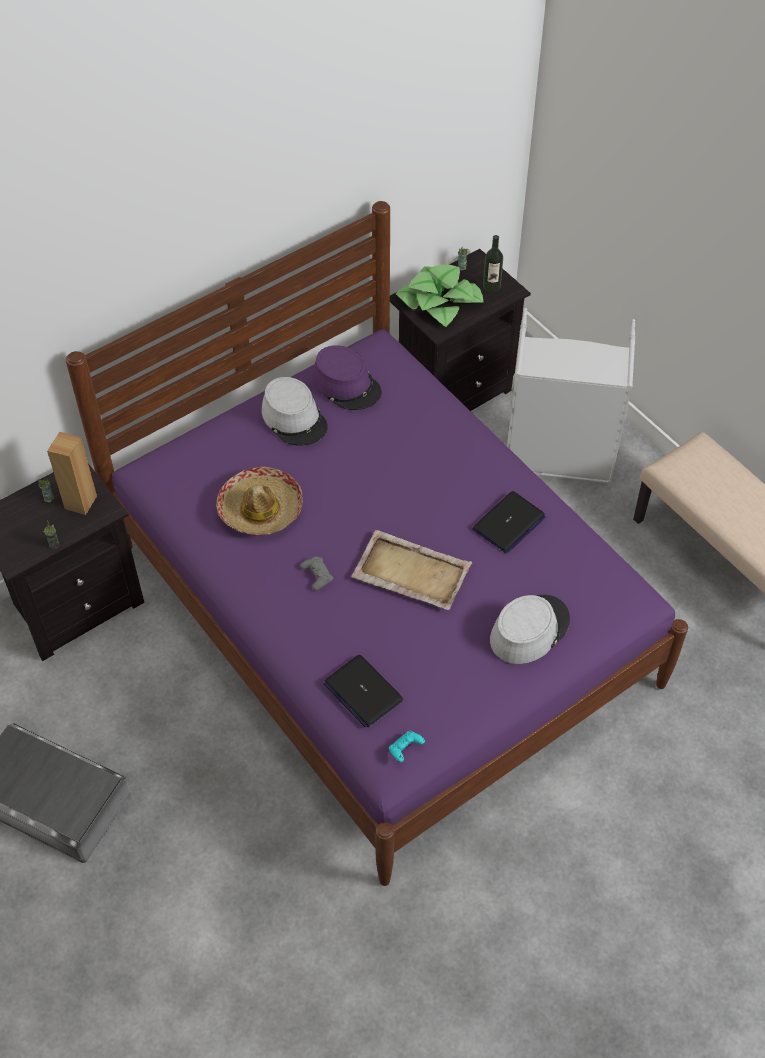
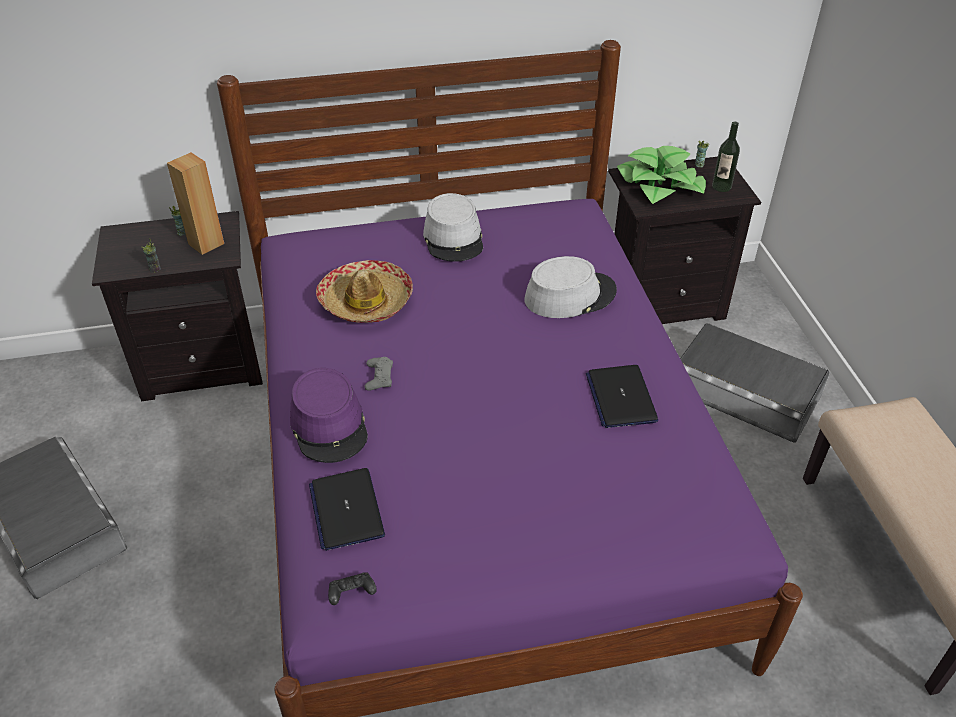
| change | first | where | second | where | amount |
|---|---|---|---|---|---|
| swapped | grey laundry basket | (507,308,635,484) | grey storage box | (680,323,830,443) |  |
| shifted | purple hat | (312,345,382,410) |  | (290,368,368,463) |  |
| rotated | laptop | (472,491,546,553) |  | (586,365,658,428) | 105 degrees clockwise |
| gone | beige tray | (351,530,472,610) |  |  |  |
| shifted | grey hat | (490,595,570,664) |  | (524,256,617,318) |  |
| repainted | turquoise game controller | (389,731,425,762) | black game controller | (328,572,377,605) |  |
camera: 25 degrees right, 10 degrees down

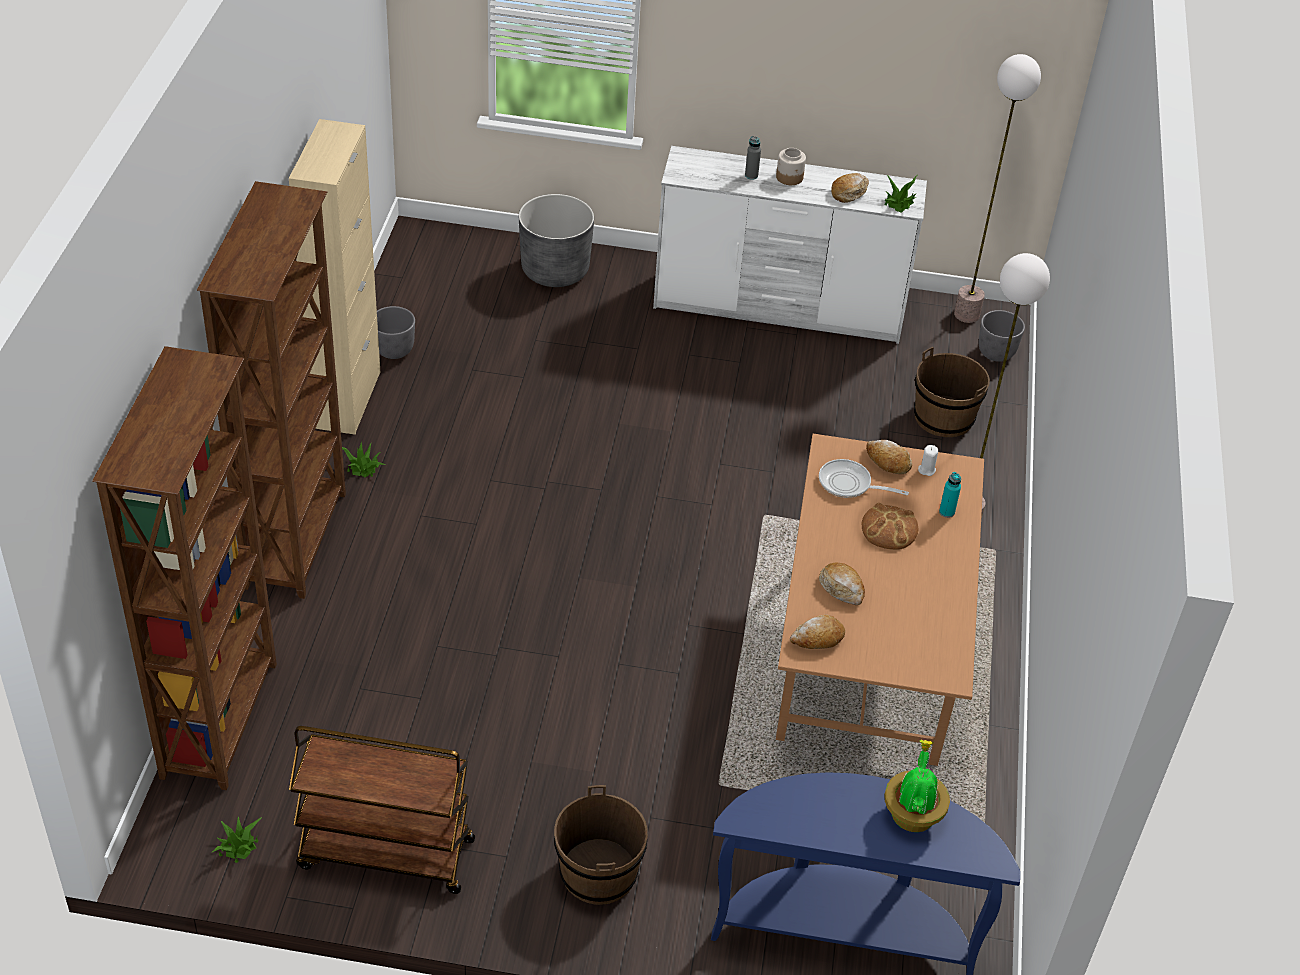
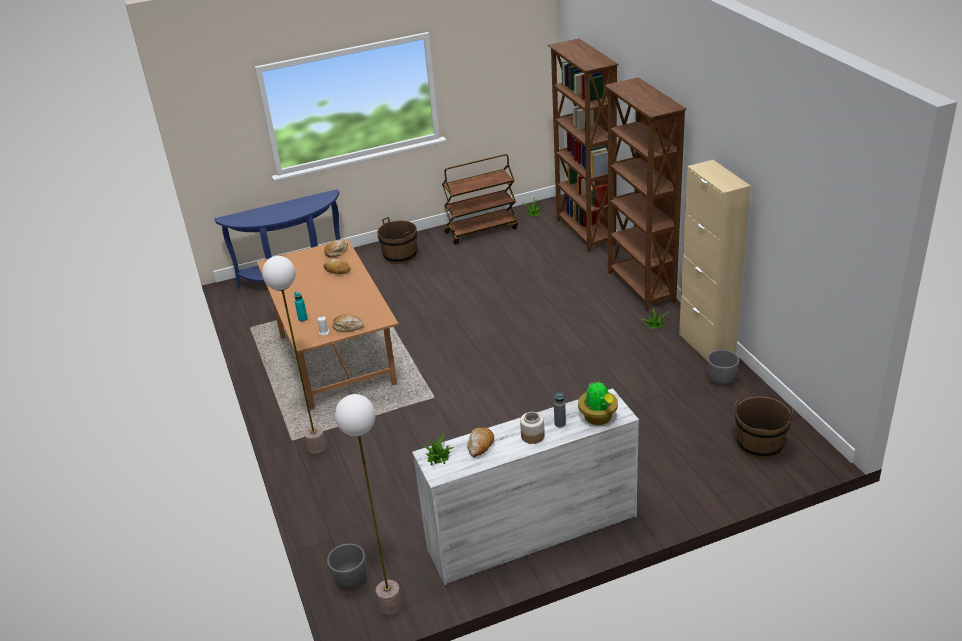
| change | first | where | second | where | amount |
|---|---|---|---|---|---|
| gone | grey planter | (519,194,594,287) |  |  |  |
| shifted | brown bucket | (914,347,990,437) |  | (735,396,793,459) |  |
| gone | frying pan | (819,459,909,498) |  |  |  |
| gone | bread | (862,503,918,550) |  |  |  |
| shifted | potted plant | (884,740,950,832) |  | (578,379,618,425) |  |
camera: 155 degrees right, 10 degrees down

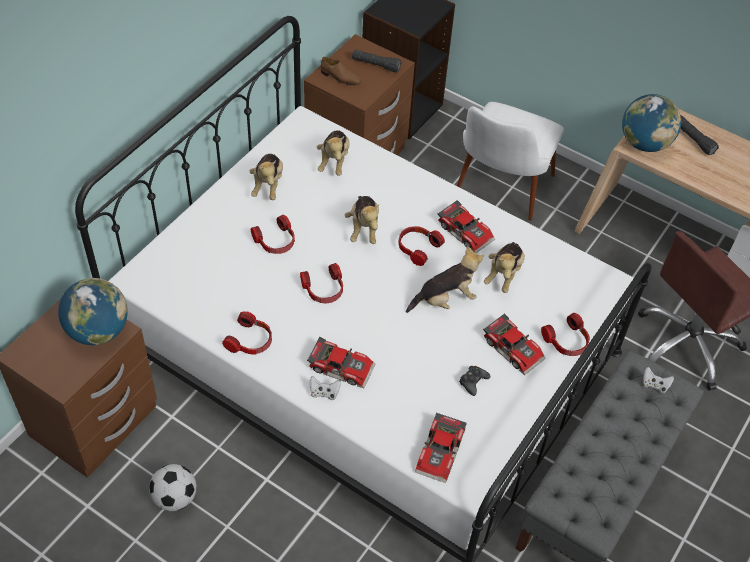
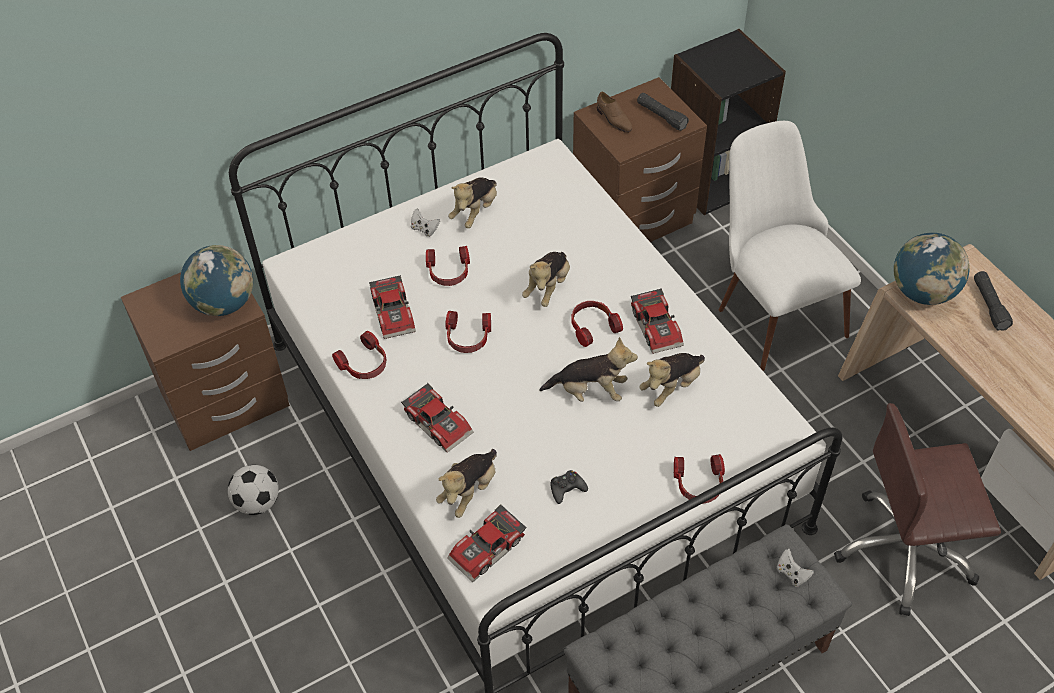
| change | first | where | second | where | amount |
|---|---|---|---|---|---|
| rotated | white chair | (457,102,564,221) |  | (719,121,861,371) | 105 degrees clockwise |
| shifted | plush toy | (317,130,350,176) |  | (436,449,497,518) |  |
| shifted | toy car | (483,313,546,375) |  | (369,275,416,339) |  |
| shifted | white game controller | (310,376,341,400) |  | (411,208,440,237) |  |
camera: 30 degrees right, 0 degrees up

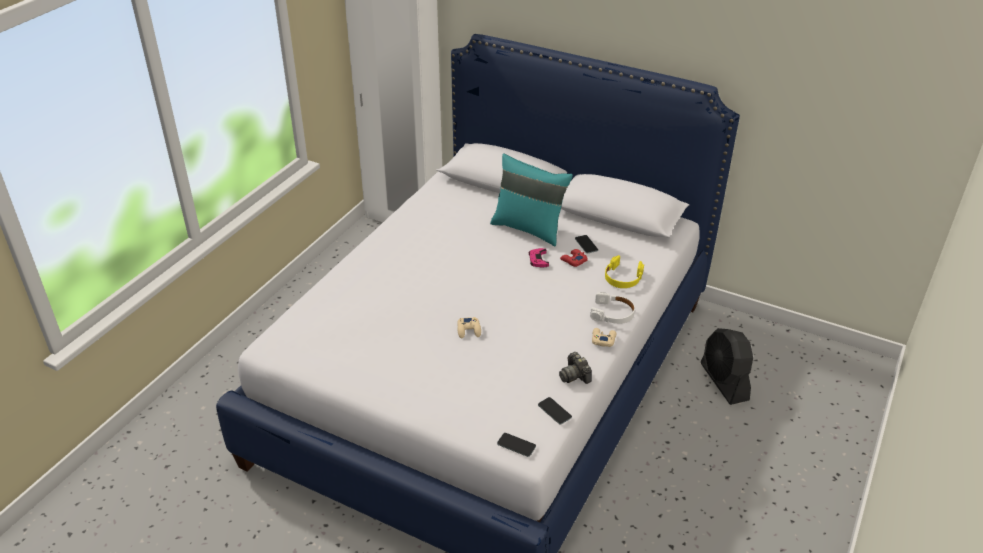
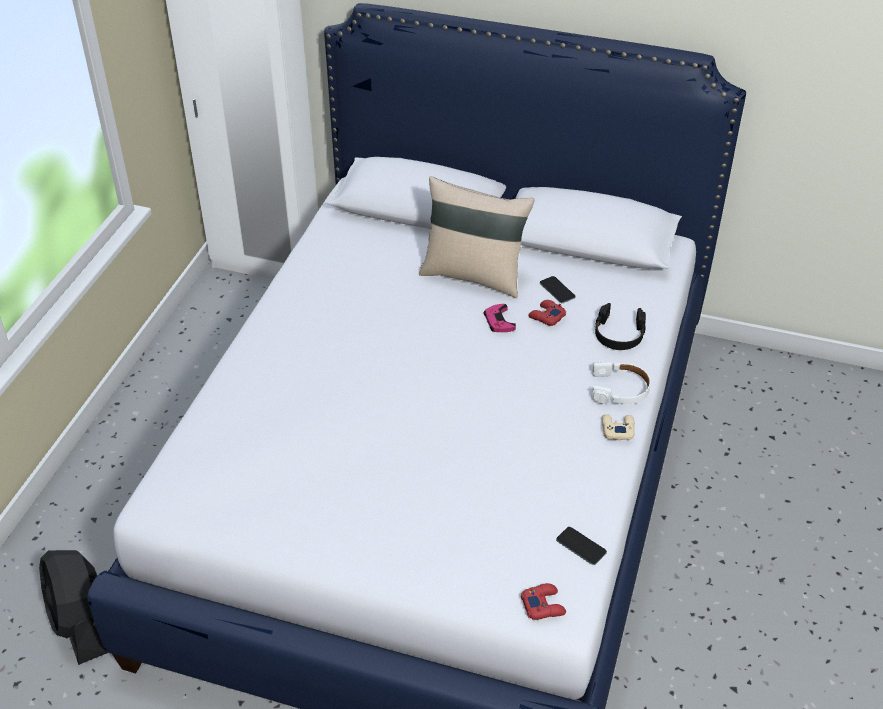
| change | first | where | second | where | amount |
|---|---|---|---|---|---|
| repainted | turquoise pillow | (490,153,573,246) | beige pillow | (419,176,534,298) |  |
| repainted | yellow headphones | (605,255,644,288) | black headphones | (595,303,646,350) |  |
| gone | beige game controller | (457,317,481,338) |  |  |  |
| shifted | black fan | (701,328,753,405) |  | (39,550,108,665) |  |
| gone | photo camera | (559,352,592,384) |  |  |  |
| swapped | phone | (497,433,536,457) | red game controller | (521,583,566,620) |  |
camera: 10 degrees left, 5 degrees up

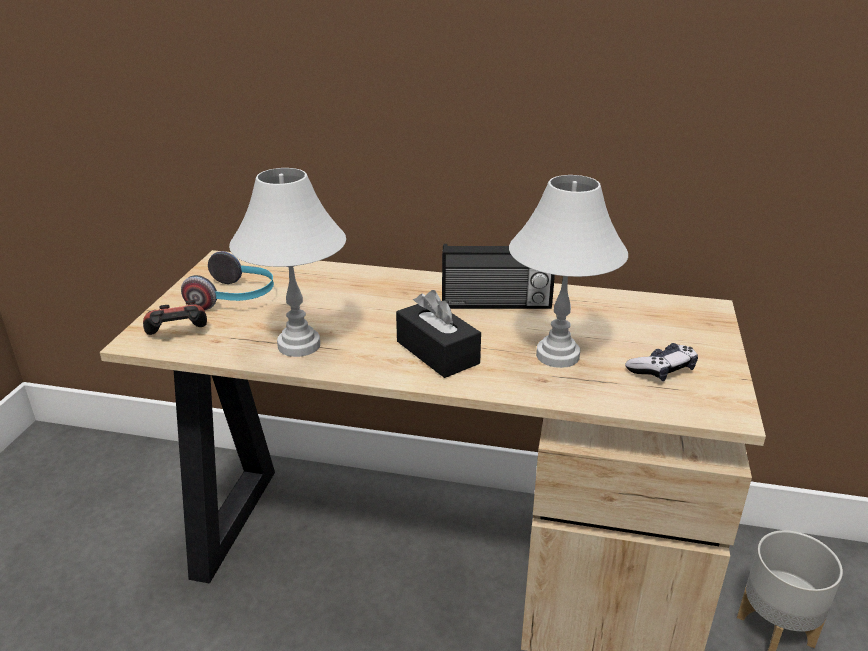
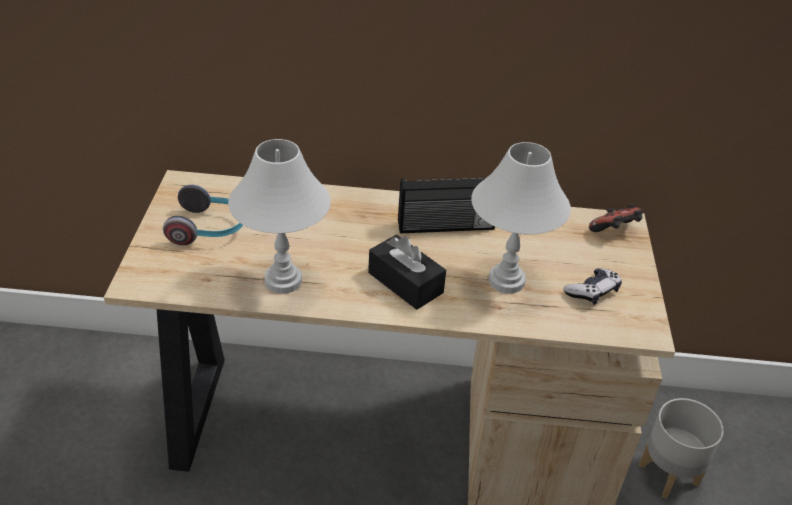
| change | first | where | second | where | amount |
|---|---|---|---|---|---|
| shifted | game controller | (143,300,207,335) |  | (589,203,642,232) |  |
camera: 10 degrees left, 10 degrees up

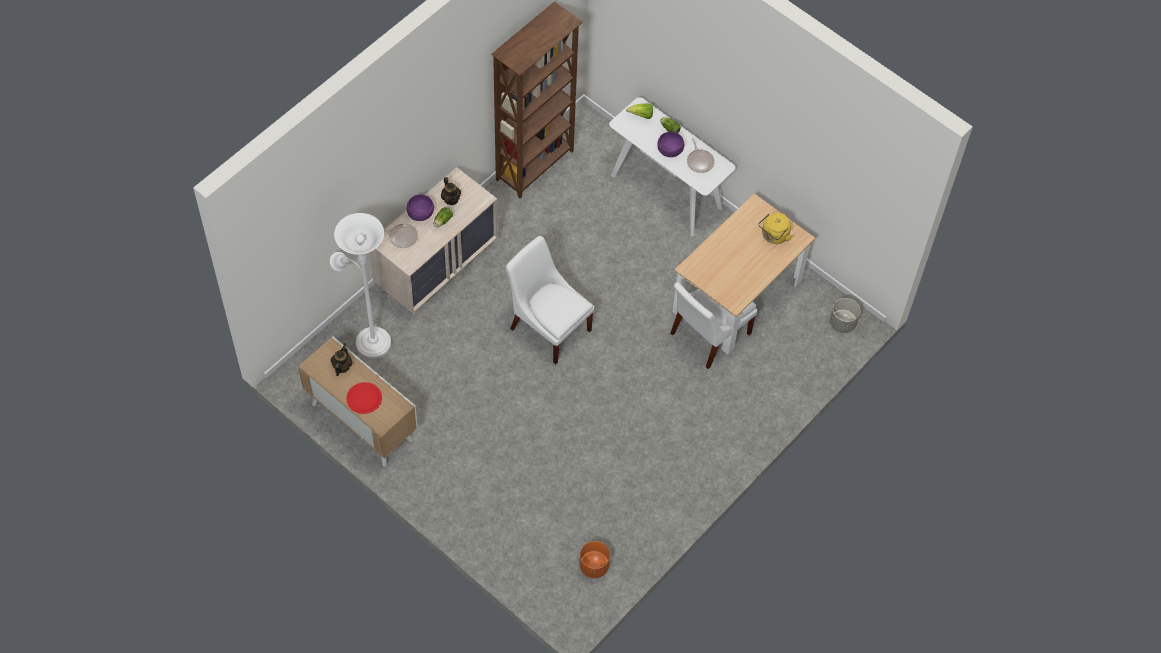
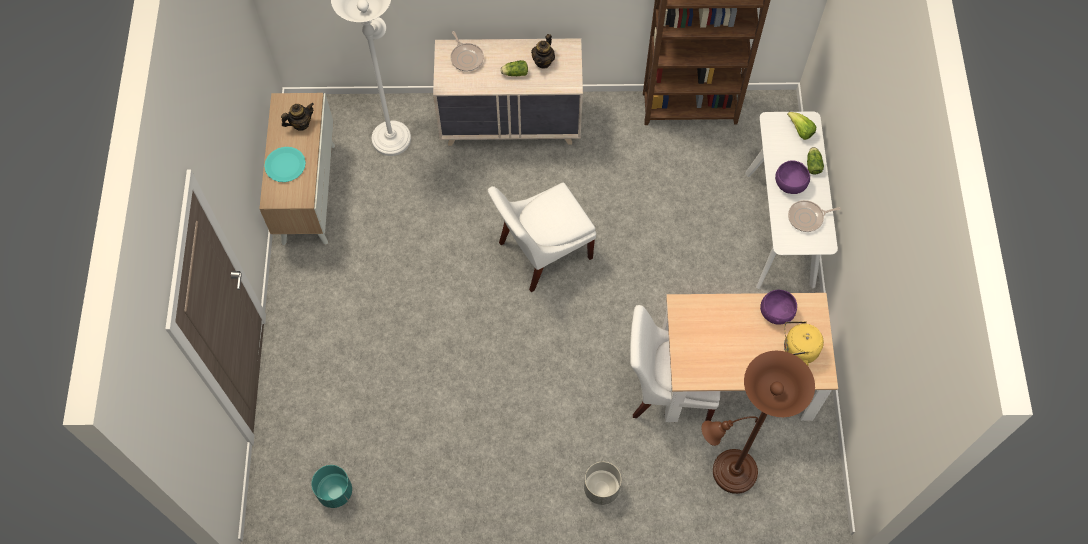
| change | first | where | second | where | amount |
|---|---|---|---|---|---|
| rotated | frying pan | (687,138,715,173) |  | (788,200,841,232) | 45 degrees clockwise |
| shifted | purple bowl | (407,194,434,221) |  | (760,290,797,325) |  |
| rotated | white chair | (506,236,594,364) |  | (488,182,596,292) | 120 degrees counterclockwise |
| shifted | grey planter | (830,298,861,333) |  | (584,462,621,505) |  |
| repainted | red plate | (346,382,382,414) | turquoise plate | (264,147,306,182) |  |
| repainted | orange planter | (579,541,610,578) | turquoise planter | (311,465,352,508) |  |
| new |  |  | brown floor lamp | (702,351,815,494) |  |
camera: 50 degrees right, 5 degrees up

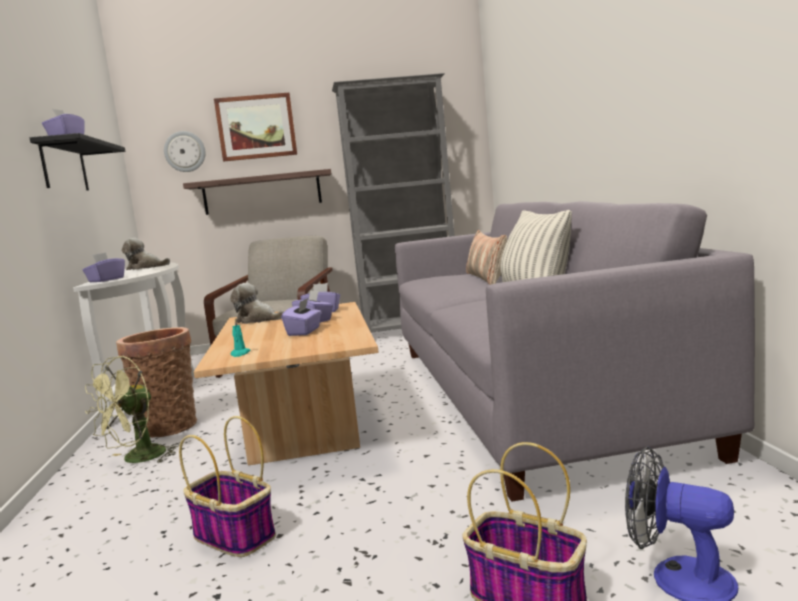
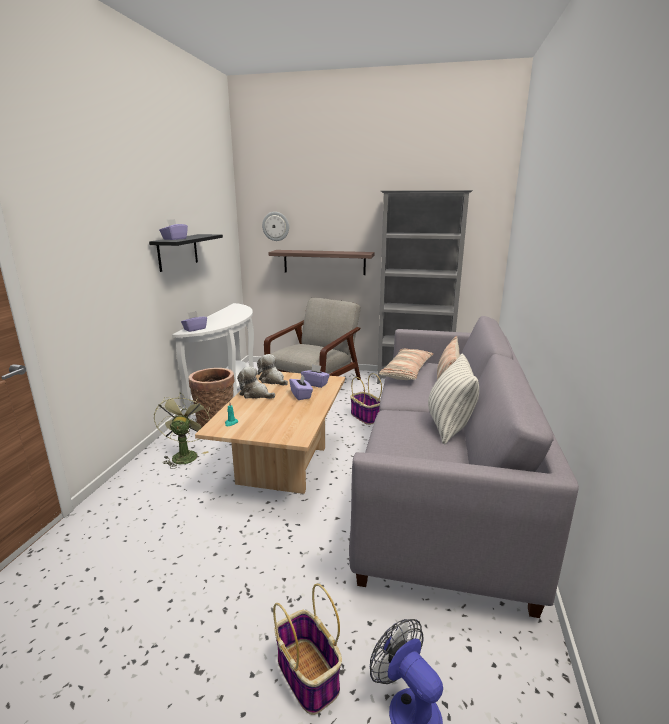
| change | first | where | second | where | amount |
|---|---|---|---|---|---|
| gone | picture | (214,93,297,161) |  |  |  |
| shifted | plush toy | (122,238,170,270) |  | (237,366,275,399) |  |
| gone | purple tissue box | (281,298,321,336) |  |  |  |
| rotated | green fan | (85,356,180,464) |  | (154,393,210,469) | 120 degrees clockwise |
| shifted | basket | (179,416,276,557) |  | (350,373,382,425) |  |
| new |  |  | pillow | (379,349,433,380) |  |
camera: 20 degrees right, 10 degrees up

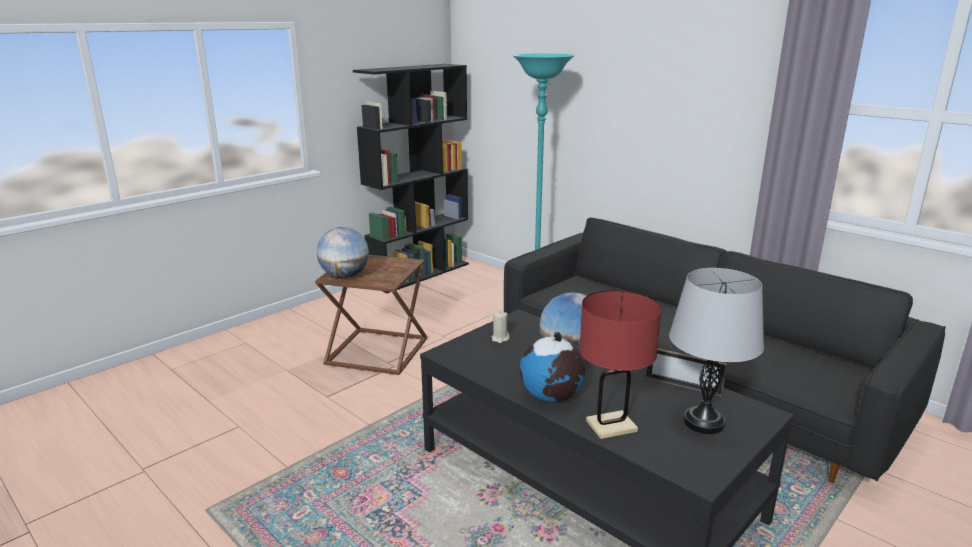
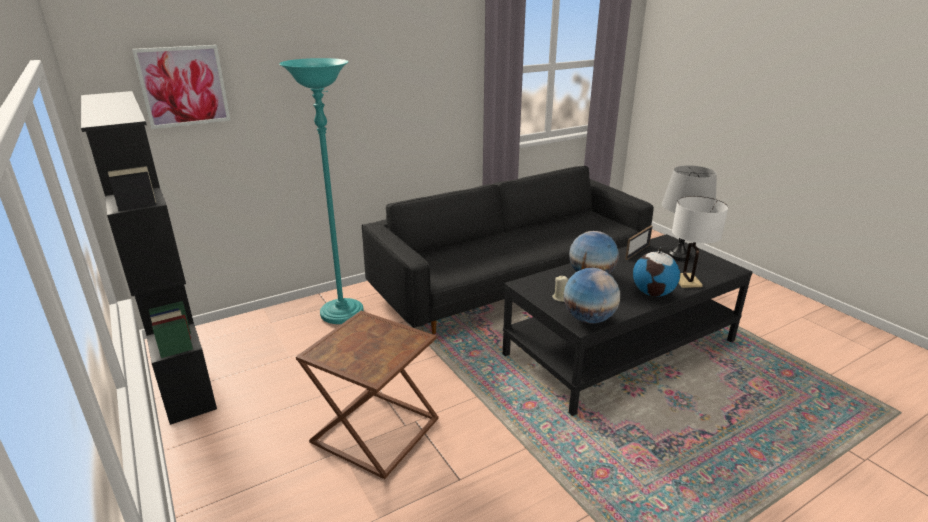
| change | first | where | second | where | amount |
|---|---|---|---|---|---|
| shifted | globe | (317,227,369,278) |  | (563,268,620,324) |  |
| repainted | red table lamp | (579,290,662,439) | white table lamp | (672,196,728,288) |  |
| new |  |  | picture | (132,45,230,129) |  |
camera: 75 degrees left, 5 degrees up

